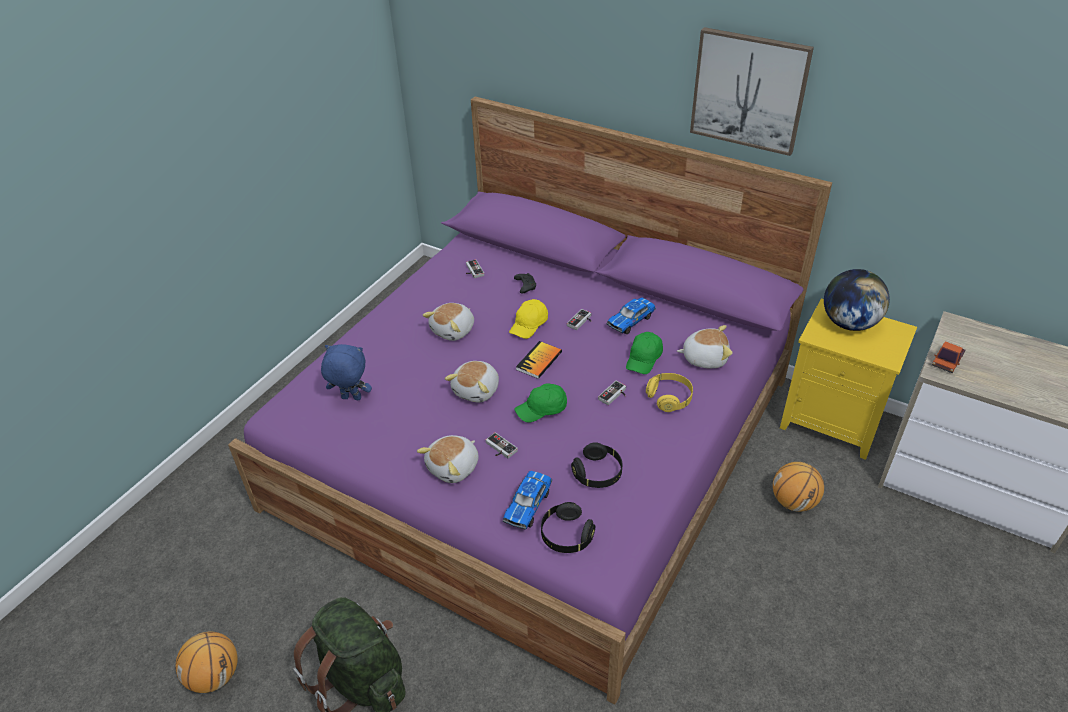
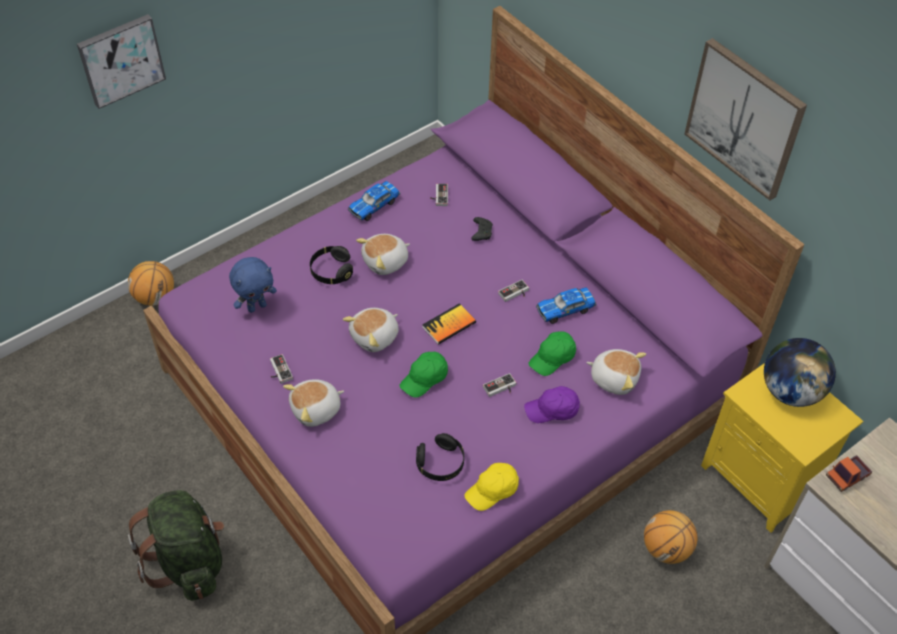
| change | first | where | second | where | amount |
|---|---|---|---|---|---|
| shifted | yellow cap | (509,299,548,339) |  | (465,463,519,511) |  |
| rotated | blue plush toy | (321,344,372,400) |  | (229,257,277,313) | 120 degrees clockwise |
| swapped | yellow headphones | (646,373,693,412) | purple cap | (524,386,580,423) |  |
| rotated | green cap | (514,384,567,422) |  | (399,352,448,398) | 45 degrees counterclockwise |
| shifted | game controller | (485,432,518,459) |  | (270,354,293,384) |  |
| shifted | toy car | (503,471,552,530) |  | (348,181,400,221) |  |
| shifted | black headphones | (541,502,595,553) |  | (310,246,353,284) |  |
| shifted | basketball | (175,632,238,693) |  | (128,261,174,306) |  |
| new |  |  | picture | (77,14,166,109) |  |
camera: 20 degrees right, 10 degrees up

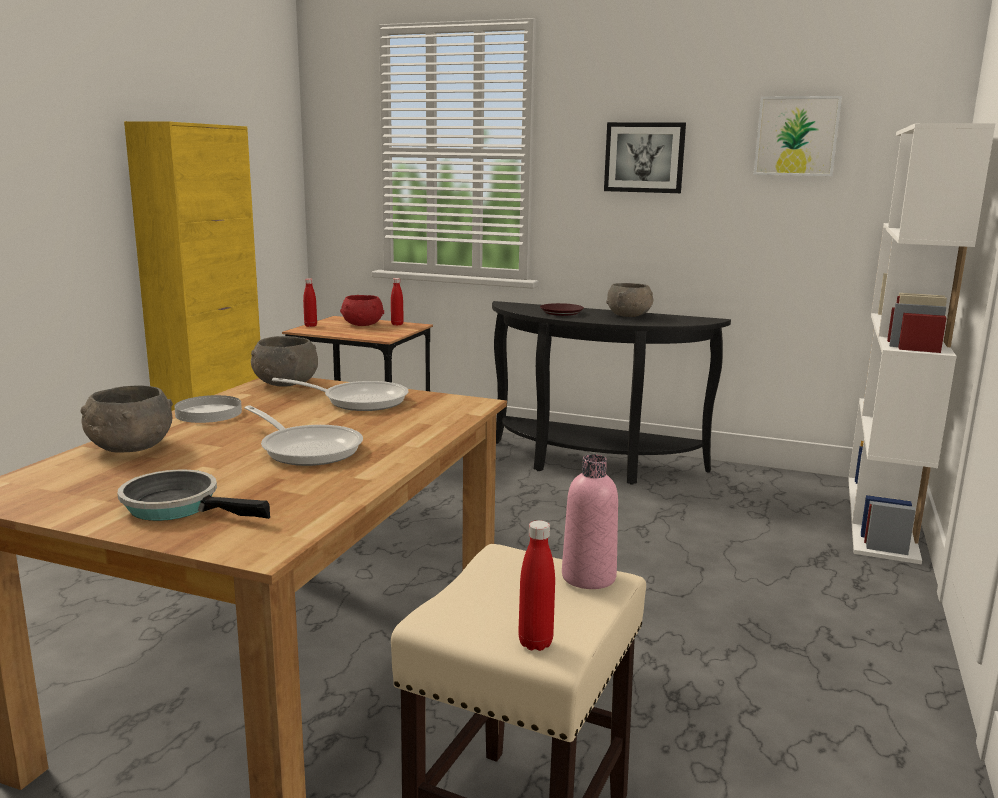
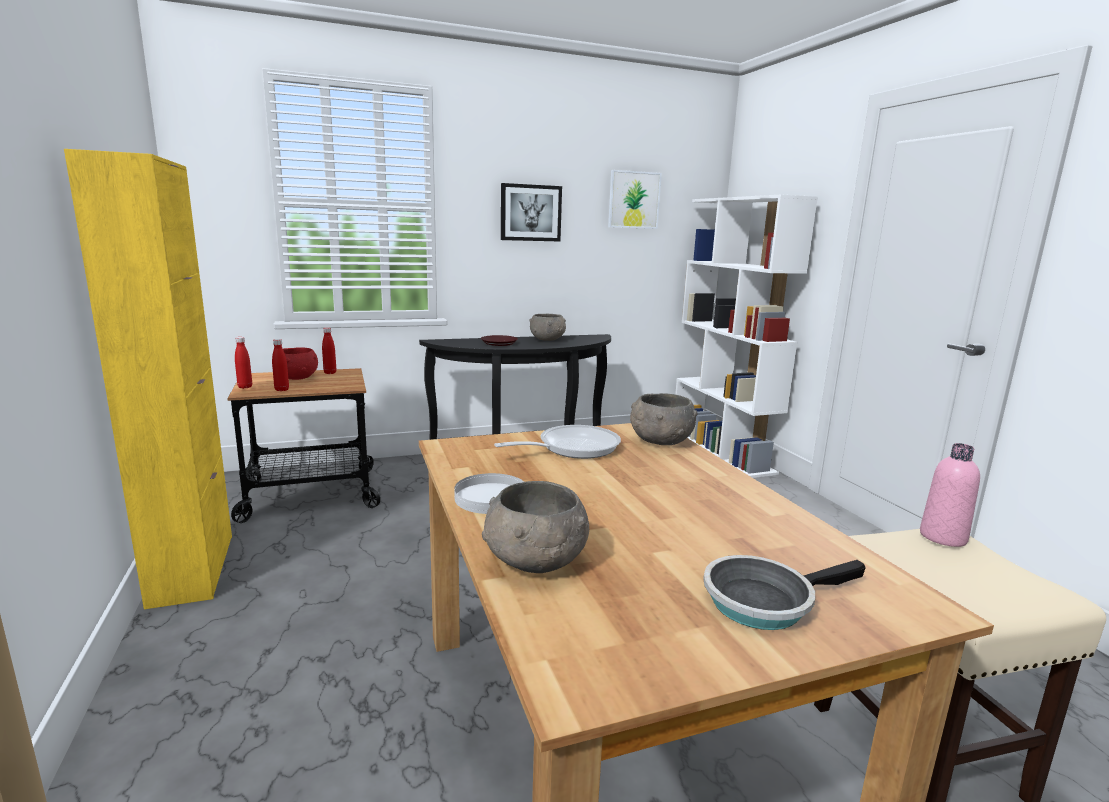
| change | first | where | second | where | amount |
|---|---|---|---|---|---|
| shifted | grey bowl | (251,336,318,387) |  | (630,393,697,445) |  |
| gone | frying pan | (244,405,363,466) |  |  |  |
| shifted | red bottle | (518,520,555,651) |  | (272,339,289,391) |  |
camera: 40 degrees left, 0 degrees up

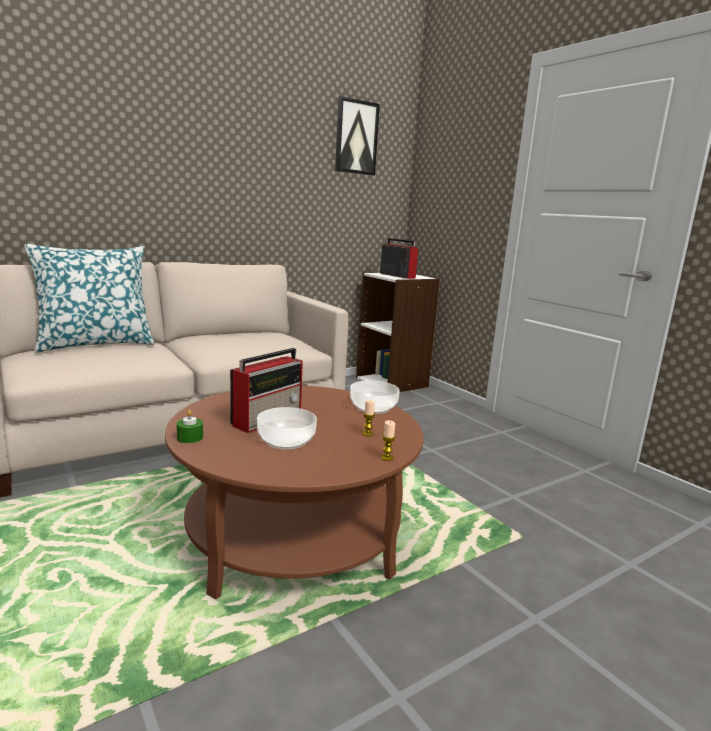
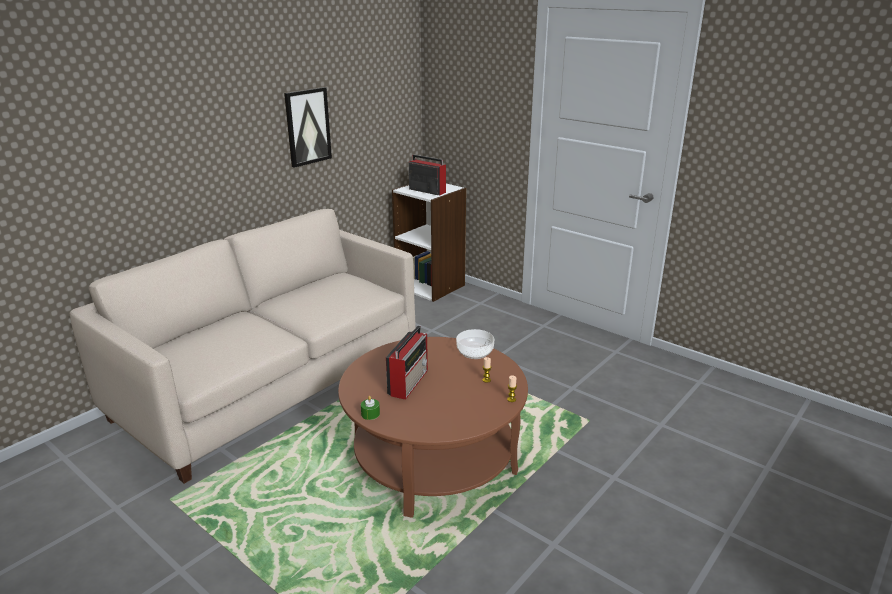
| change | first | where | second | where | amount |
|---|---|---|---|---|---|
| shifted | picture | (335,96,380,175) |  | (284,87,332,168) |  |
| gone | pillow | (24,244,155,352) |  |  |  |
| gone | bowl | (257,407,317,450) |  |  |  |
camera: 15 degrees left, 10 degrees up

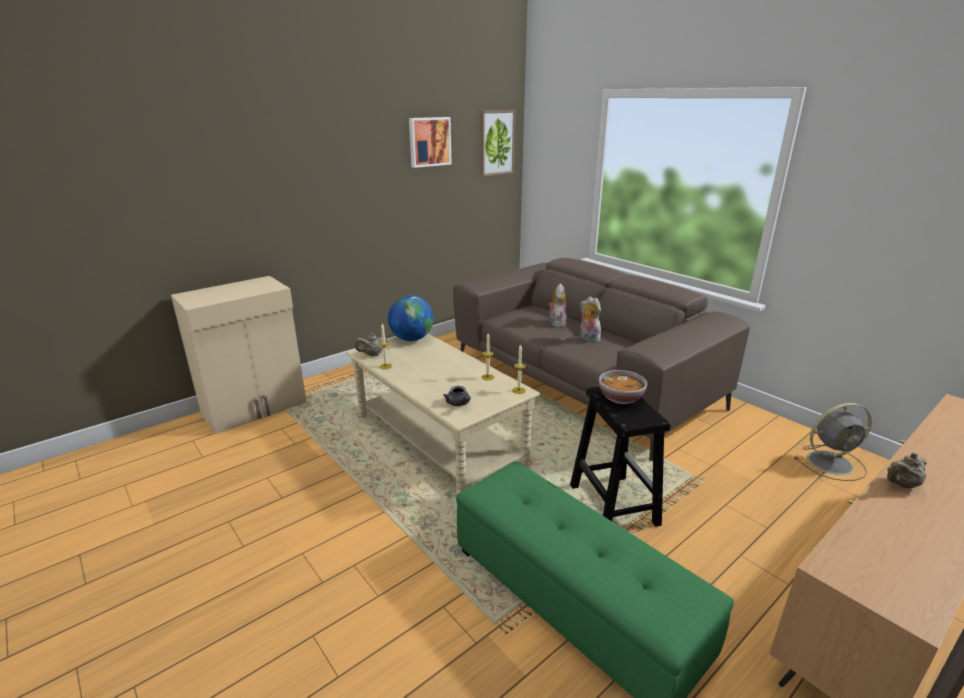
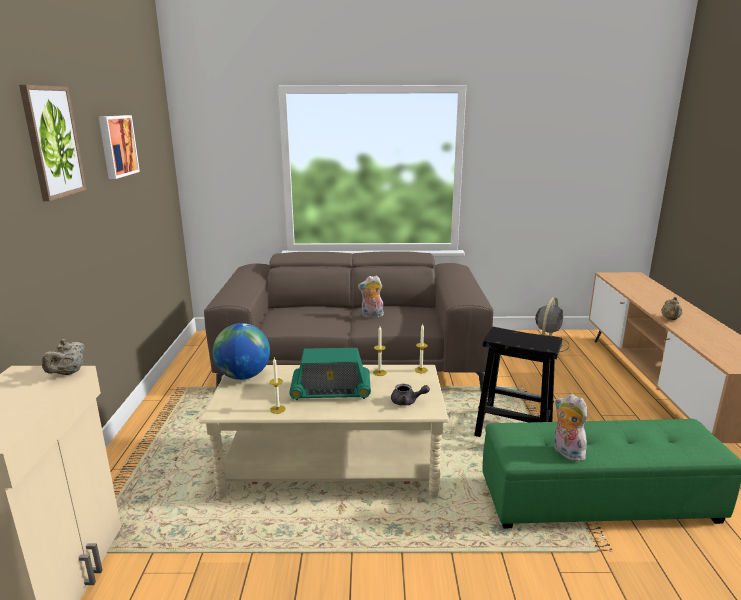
| change | first | where | second | where | amount |
|---|---|---|---|---|---|
| shifted | picture | (481,110,515,177) |  | (19,85,87,201) |  |
| shifted | plush toy | (549,283,567,327) |  | (554,394,588,462) |  |
| shifted | beige teapot | (355,333,388,356) |  | (42,339,85,375) |  |
| gone | bowl | (599,370,647,404) |  |  |  |
| new |  |  | radio | (289,348,371,400) |  |
camera: 50 degrees left, 5 degrees down

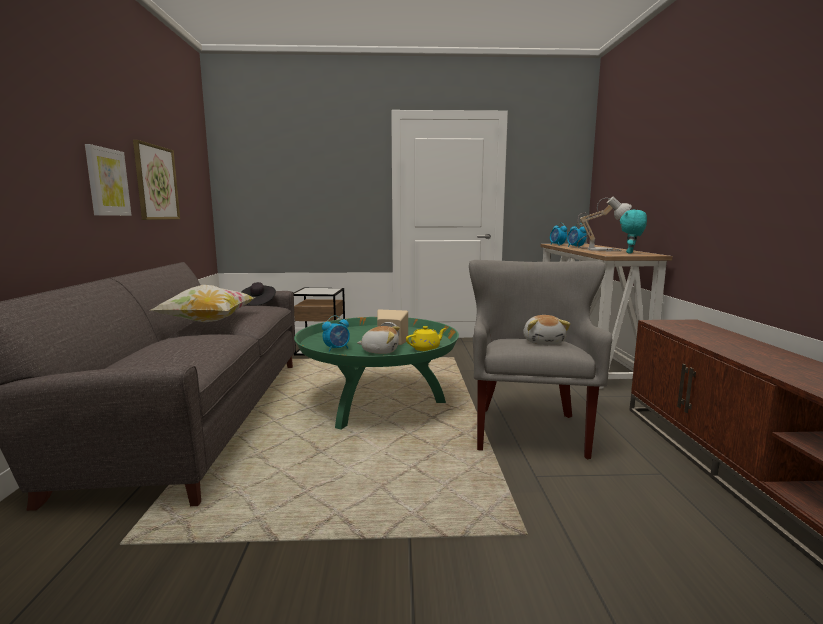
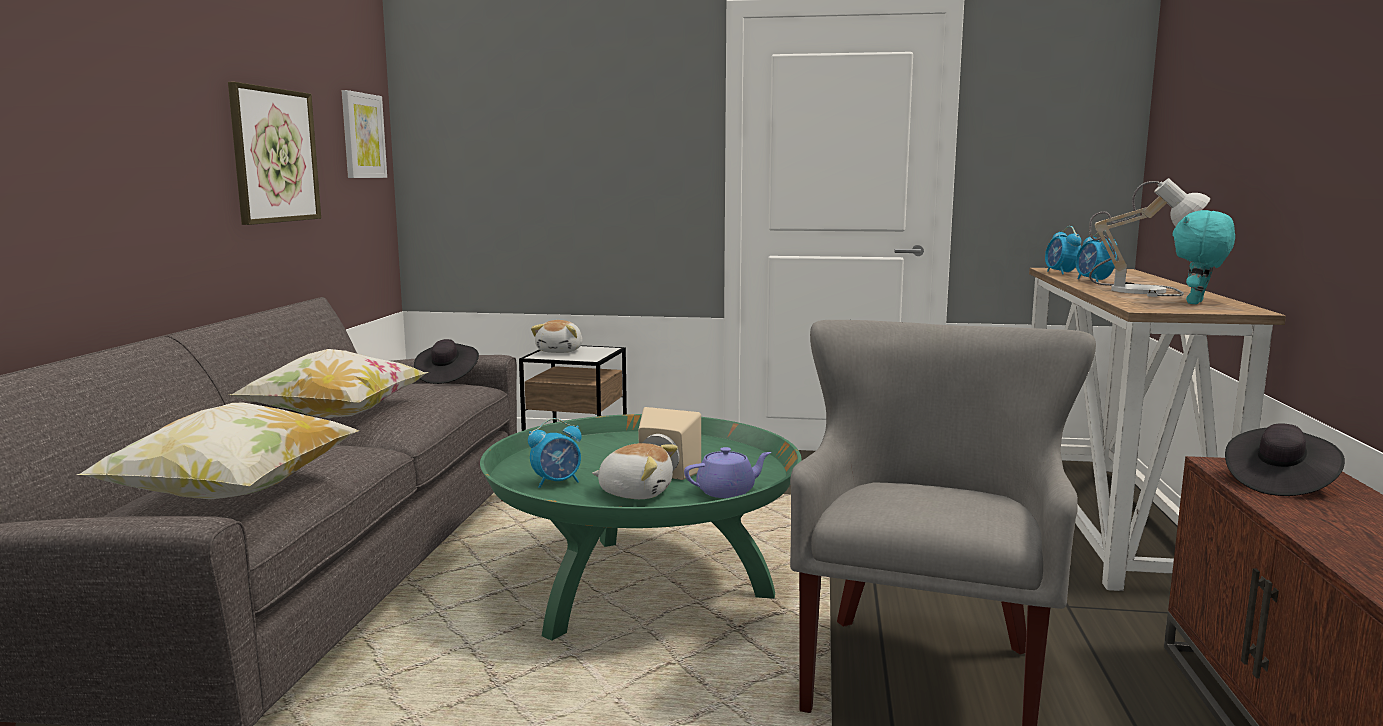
| change | first | where | second | where | amount |
|---|---|---|---|---|---|
| shifted | picture | (85,144,131,216) |  | (342,90,387,178) |  |
| shifted | plush toy | (523,315,571,345) |  | (531,320,582,353) |  |
| repainted | yellow teapot | (406,326,446,351) | purple teapot | (684,447,771,498) |  |
| new |  |  | pillow | (77,402,359,500) |  |
| new |  |  | black hat | (1225,423,1345,496) |  |
camera: 10 degrees right, 0 degrees up

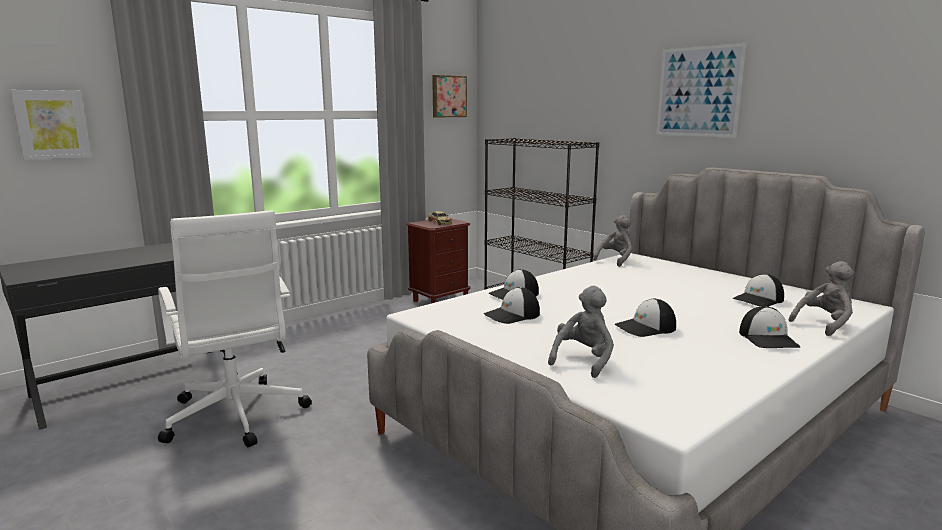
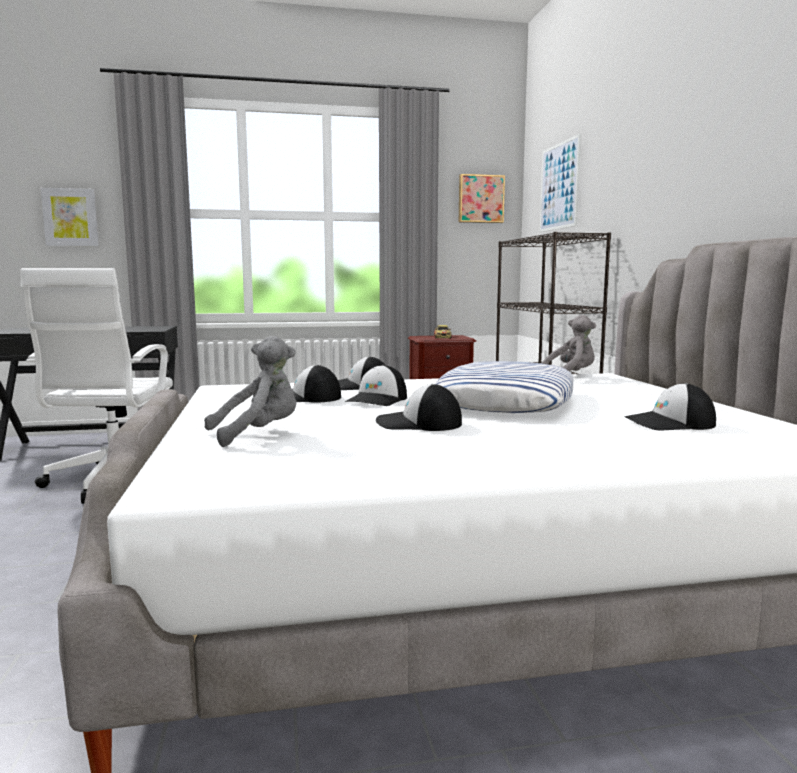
| change | first | where | second | where | amount |
|---|---|---|---|---|---|
| shifted | picture | (657,43,746,138) |  | (540,134,581,232) |  |
| gone | grey plush toy | (789,261,854,336) |  |  |  |
| shifted | cap | (739,306,801,348) |  | (345,365,407,406) |  |
| new |  |  | pillow | (435,361,573,413) |  |
camera: 30 degrees right, 5 degrees down

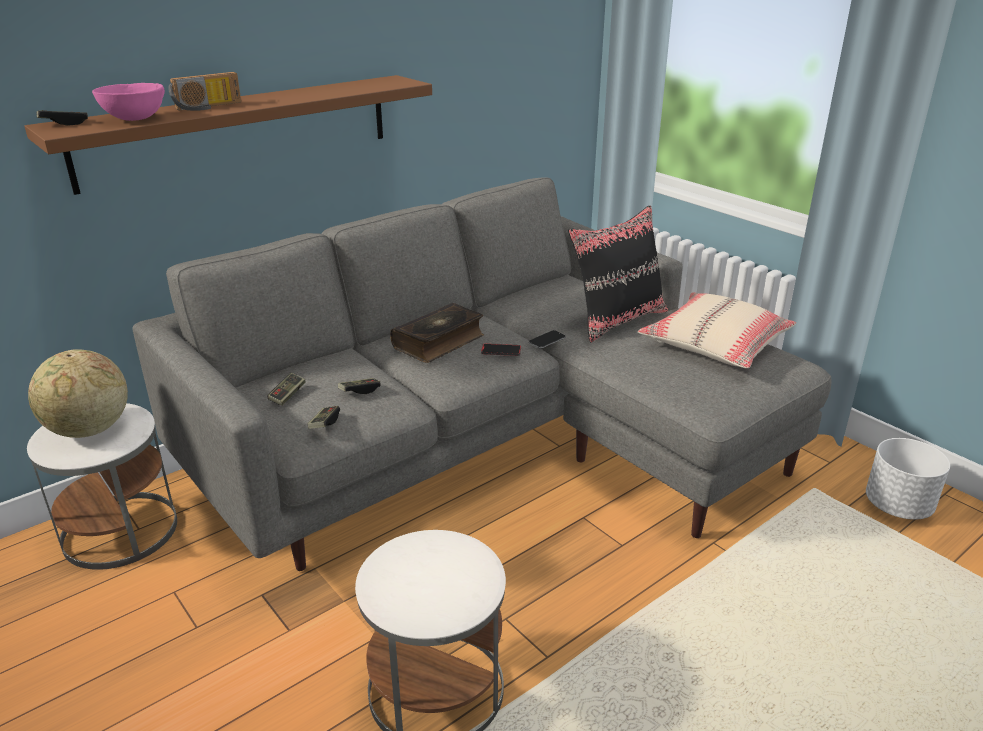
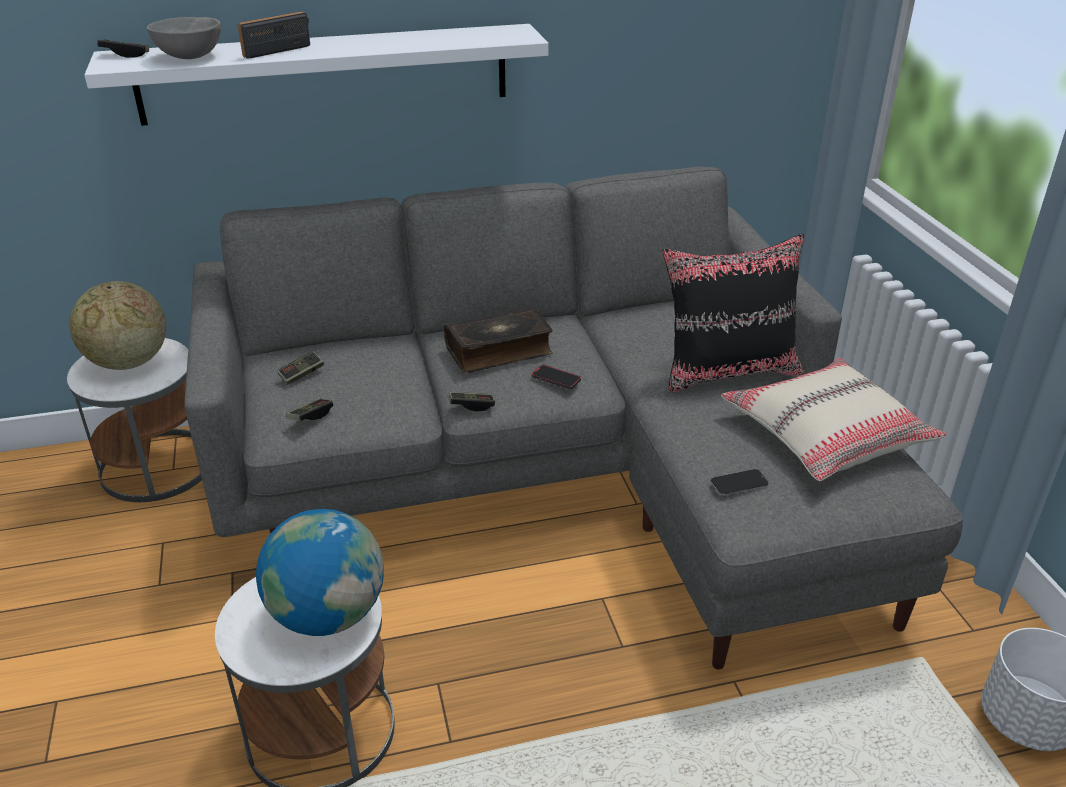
| change | first | where | second | where | amount |
|---|---|---|---|---|---|
| rotated | radio | (168,72,241,111) |  | (238,12,310,59) | 150 degrees clockwise |
| repainted | brown shelf | (24,75,432,195) | white shelf | (84,24,549,126) |  |
| repainted | pink bowl | (92,83,165,121) | grey bowl | (147,17,221,59) |  |
| shifted | phone | (529,330,566,348) |  | (711,469,769,495) |  |
| shifted | game controller | (338,378,381,394) |  | (449,392,495,412) |  |
| new |  |  | globe | (256,509,384,636) |  |
camera: 25 degrees right, 5 degrees up

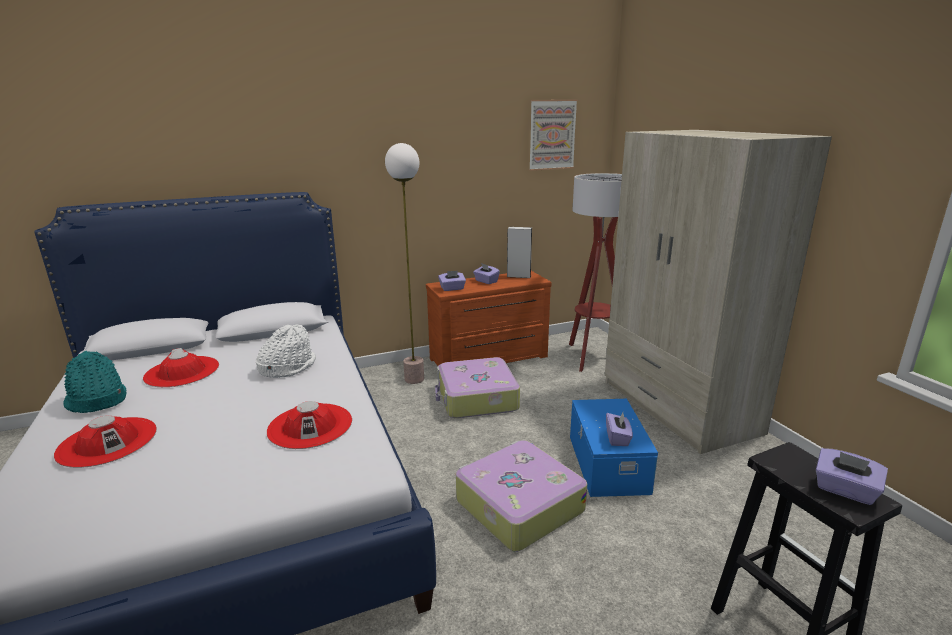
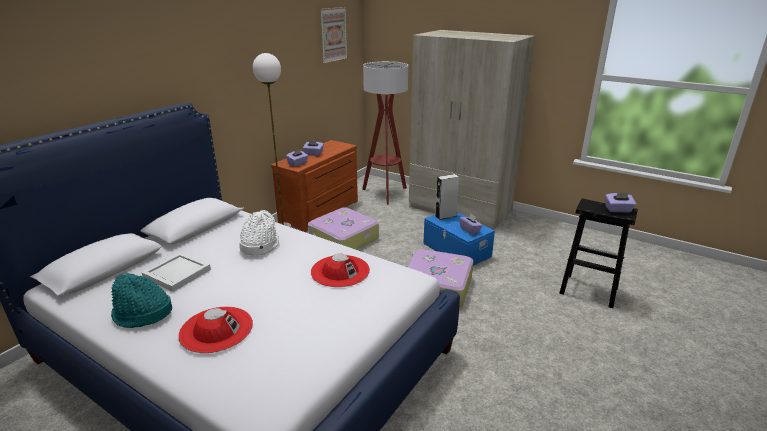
| change | first | where | second | where | amount |
|---|---|---|---|---|---|
| shifted | grey speaker | (507,227,532,278) |  | (435,174,459,220) |  |
| swapped | red hat | (143,348,219,387) | white tray | (141,252,211,292) |  |
camera: 35 degrees left, 5 degrees up

